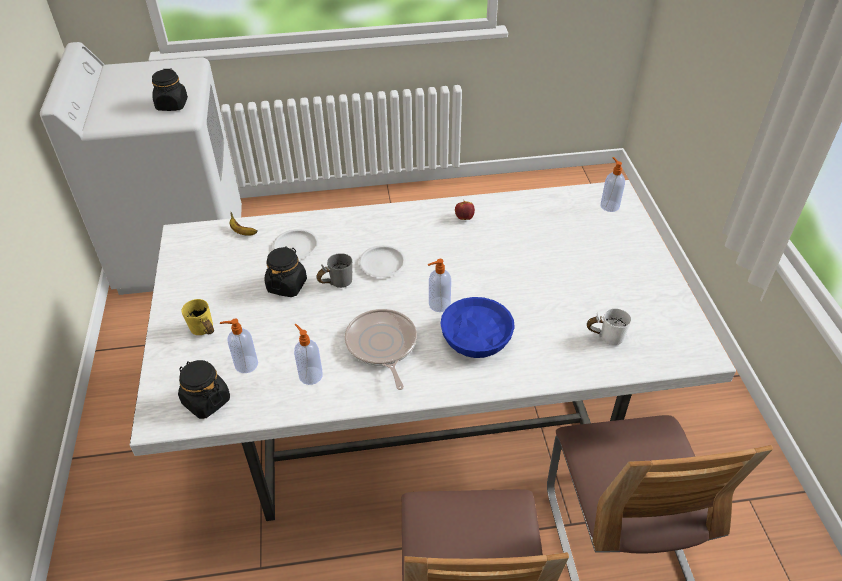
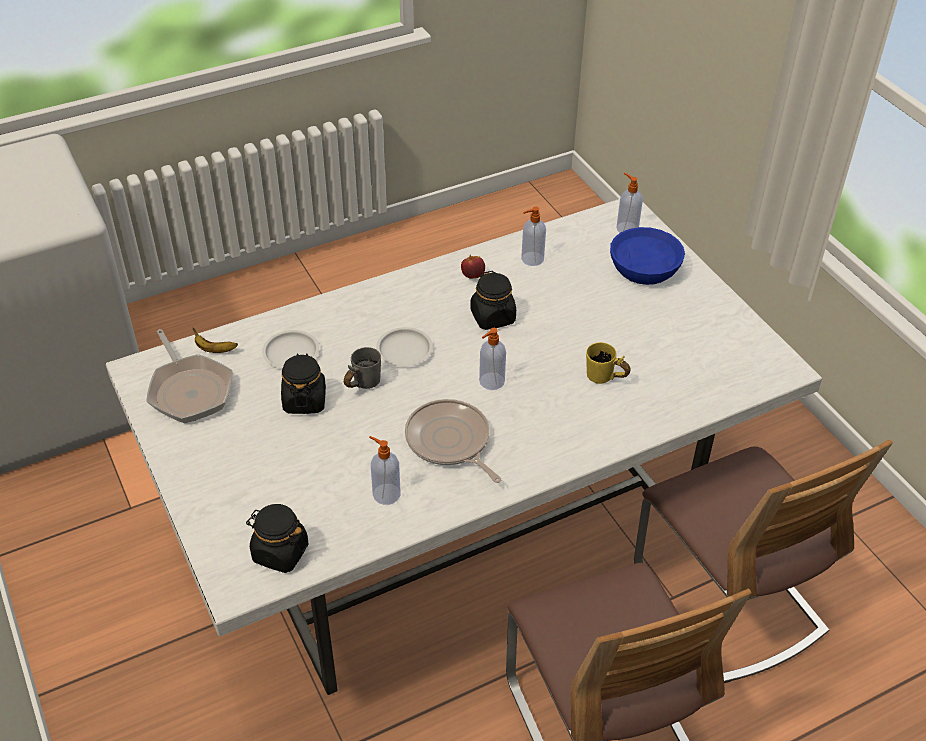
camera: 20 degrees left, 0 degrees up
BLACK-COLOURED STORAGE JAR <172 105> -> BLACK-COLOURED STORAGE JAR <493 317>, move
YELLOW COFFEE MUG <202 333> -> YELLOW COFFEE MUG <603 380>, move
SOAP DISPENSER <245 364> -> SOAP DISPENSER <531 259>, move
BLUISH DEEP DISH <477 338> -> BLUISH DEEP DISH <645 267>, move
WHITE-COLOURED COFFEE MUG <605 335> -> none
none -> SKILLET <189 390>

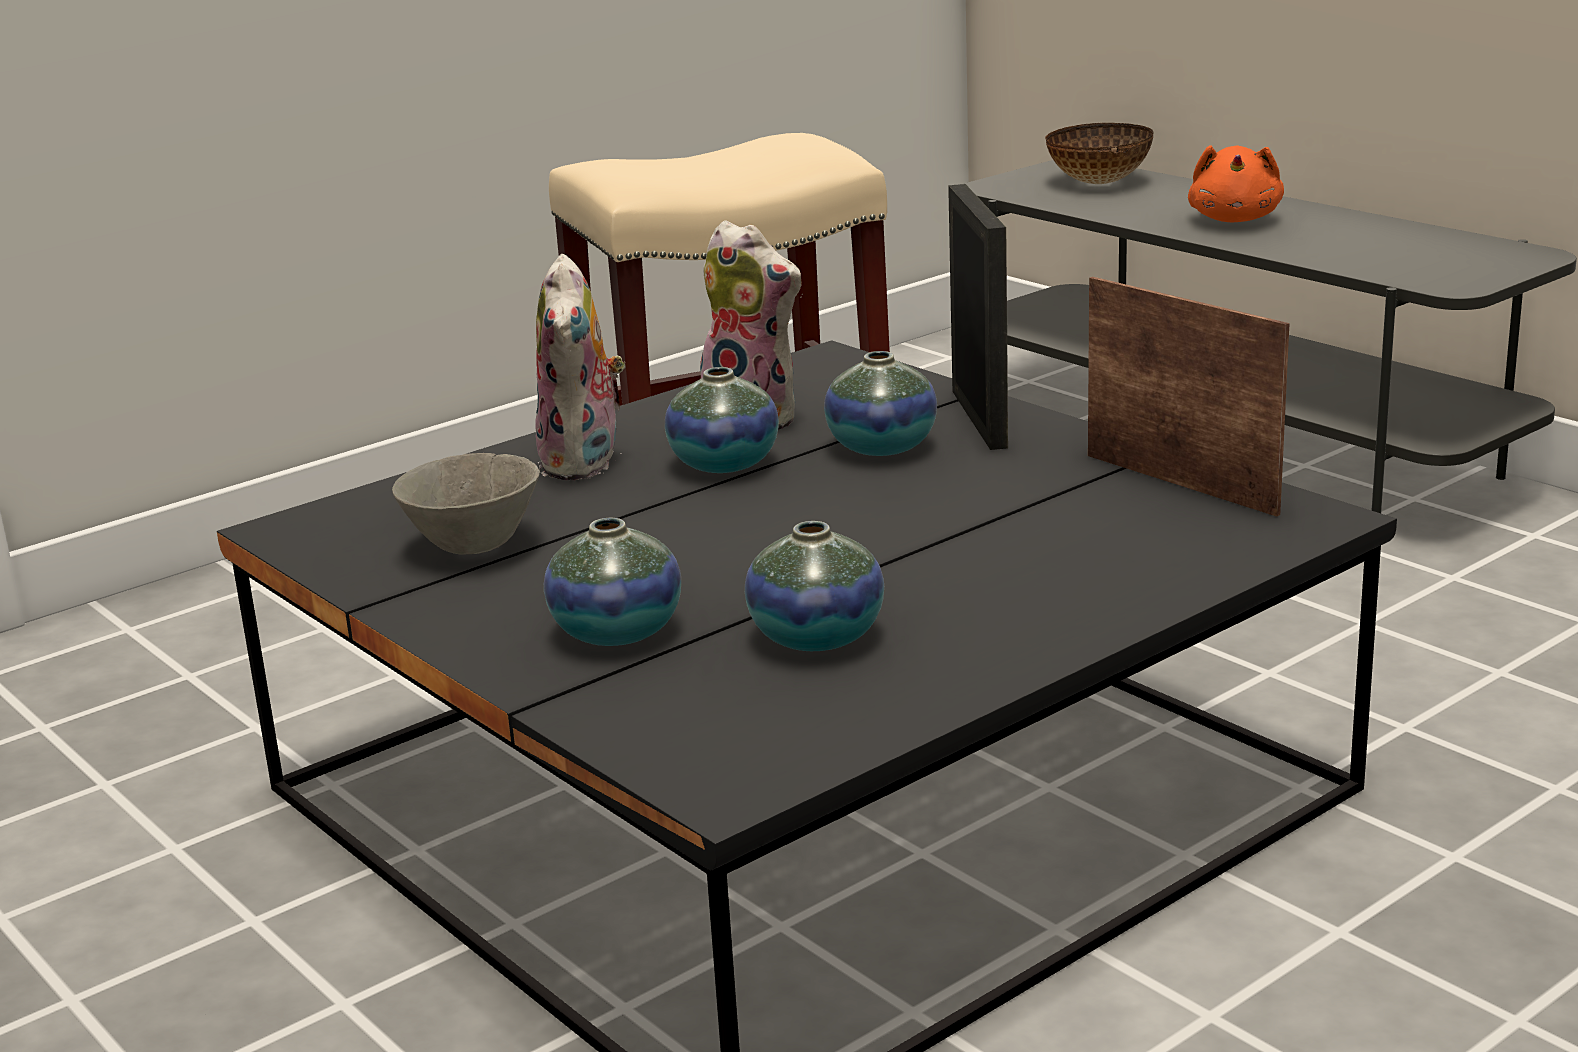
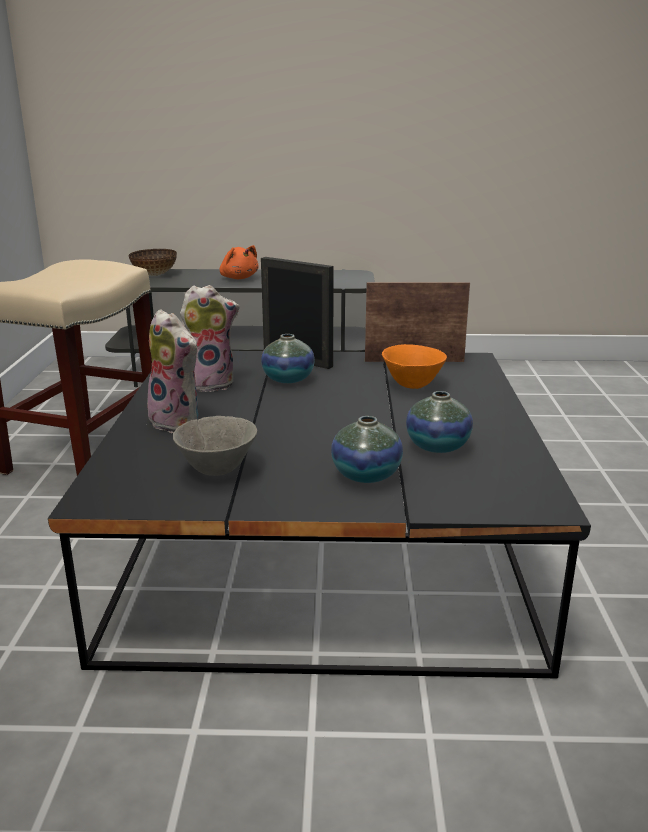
camera: 50 degrees left, 0 degrees up
VASE <724 464> -> none
none -> ORANGE-COLOURED DEEP DISH <413 385>

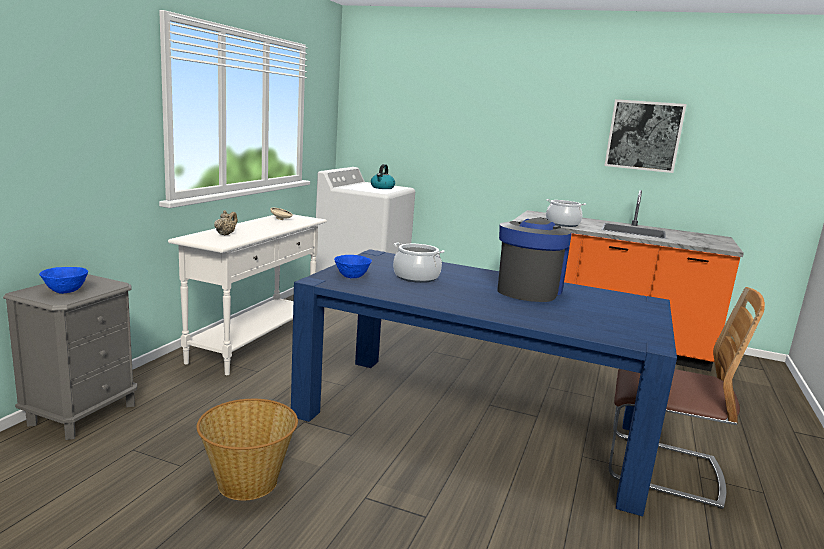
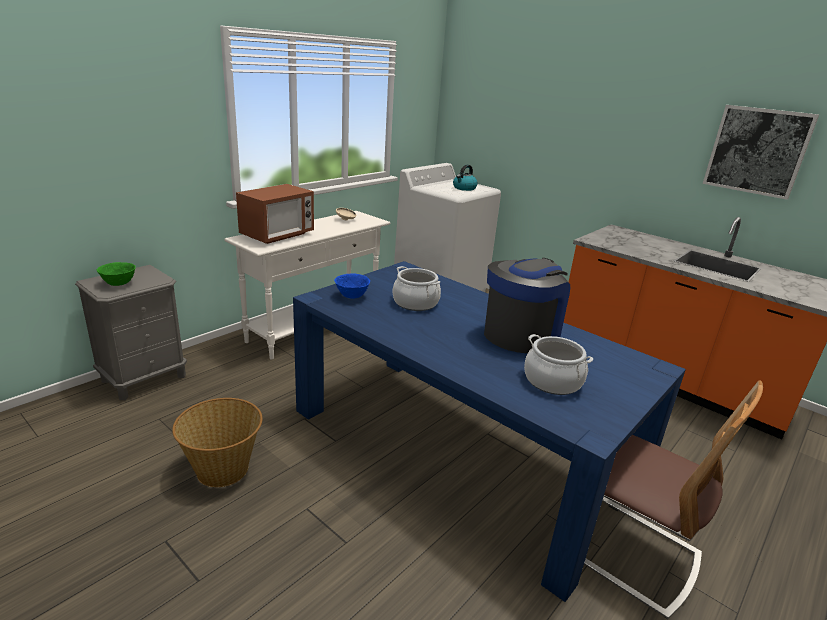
camera: 20 degrees right, 10 degrees up
BLUISH DEEP DISH <65 291> -> GREENISH DEEP DISH <119 283>
SAND-COLOURED POT FOR TEA <225 234> -> MICROWAVE <277 235>
COOKING POT <562 224> -> COOKING POT <552 381>, move

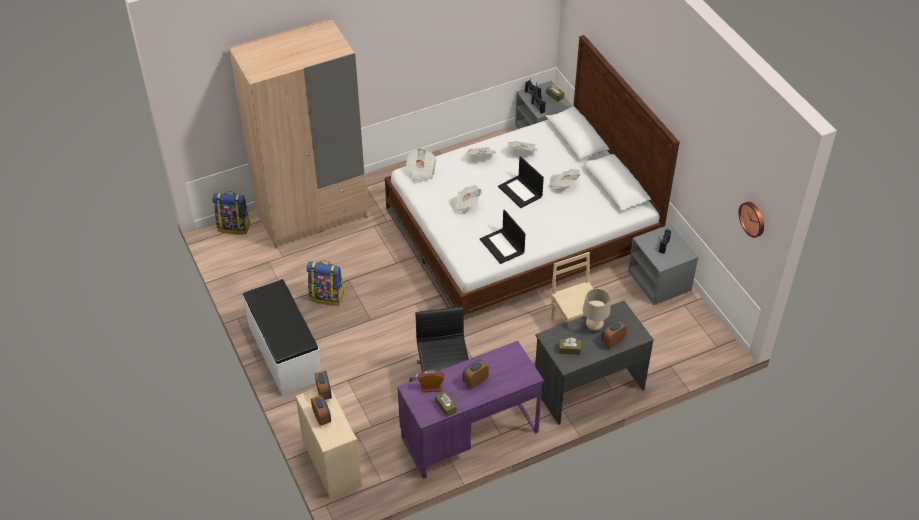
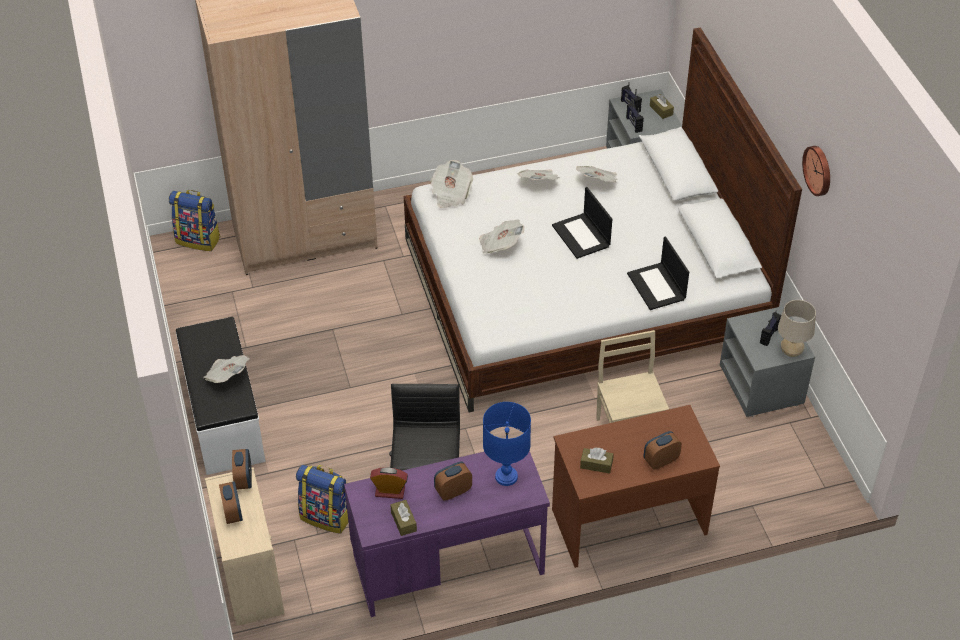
camera: 10 degrees right, 0 degrees up
RUCKSACK <327 296> -> RUCKSACK <327 516>, move
PORTABLE COMPUTER <502 246> -> PORTABLE COMPUTER <657 287>, move
GREY DESK TABLE <587 387> -> BROWN-COLOURED DESK TABLE <628 520>
NEWSPAPER <563 184> -> NEWSPAPER <227 376>, move
SAND-COLOURED TABLE LAMP <594 327> -> SAND-COLOURED TABLE LAMP <791 352>, move
HANGING CLOCK <753 219> -> HANGING CLOCK <819 170>, move
none -> BLUISH TABLE LAMP <506 477>

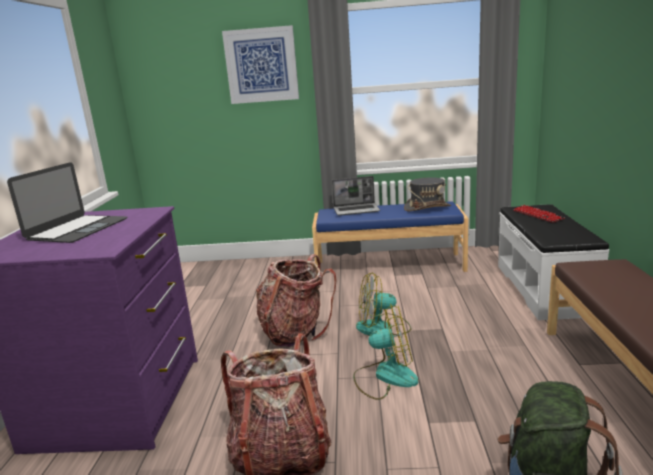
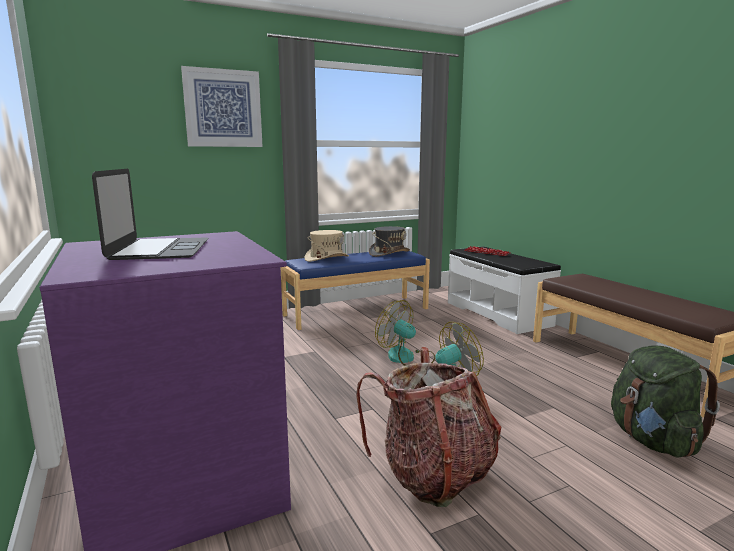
camera: 30 degrees left, 5 degrees down
RUCKSACK <294 331> -> none
PORTABLE COMPUTER <357 210> -> SAND-COLOURED WEARABLE HAT <326 258>
ELECTRIC FAN <383 328> -> ELECTRIC FAN <407 358>, 75 degrees clockwise

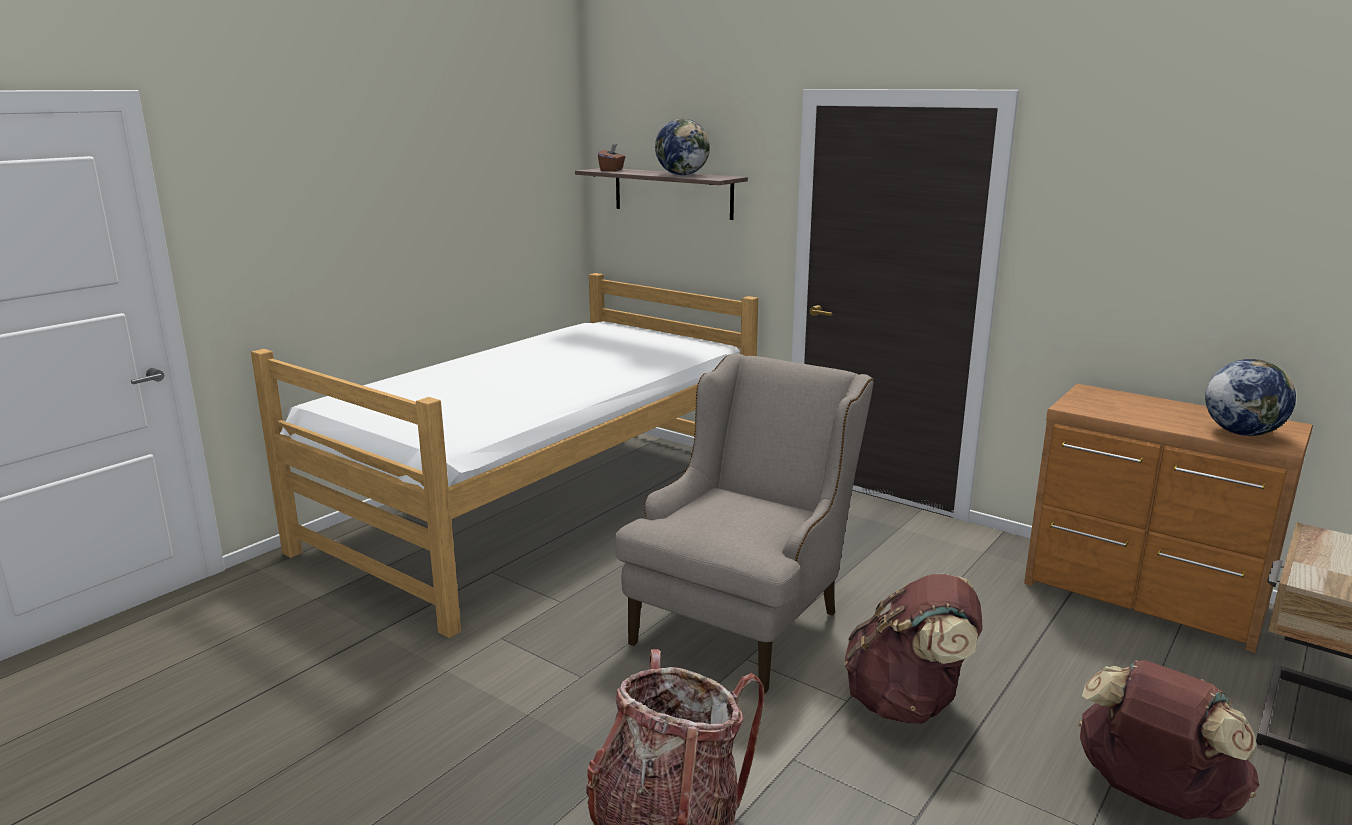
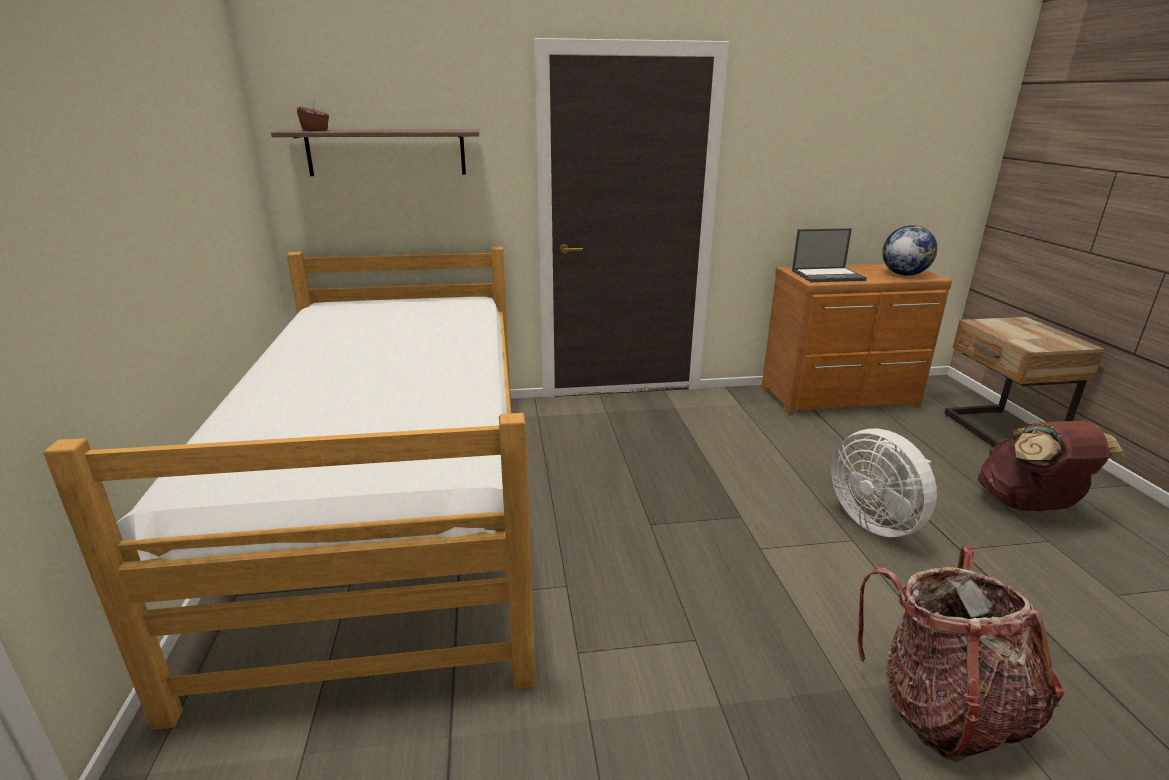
camera: 45 degrees left, 5 degrees up
SAND-COLOURED EASY CHAIR <746 617> -> none
WORLD GLOBE <682 175> -> none
BROWN-COLOURED RUCKSACK <908 703> -> WHITE-COLOURED ELECTRIC FAN <876 521>
none -> PORTABLE COMPUTER <828 275>

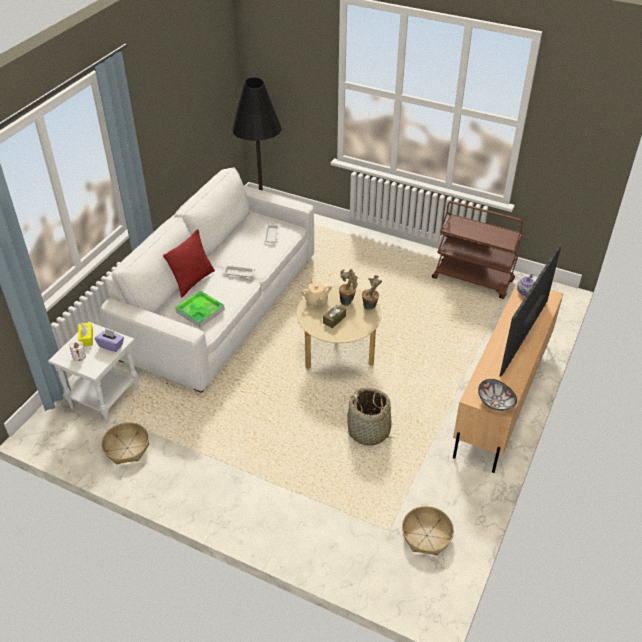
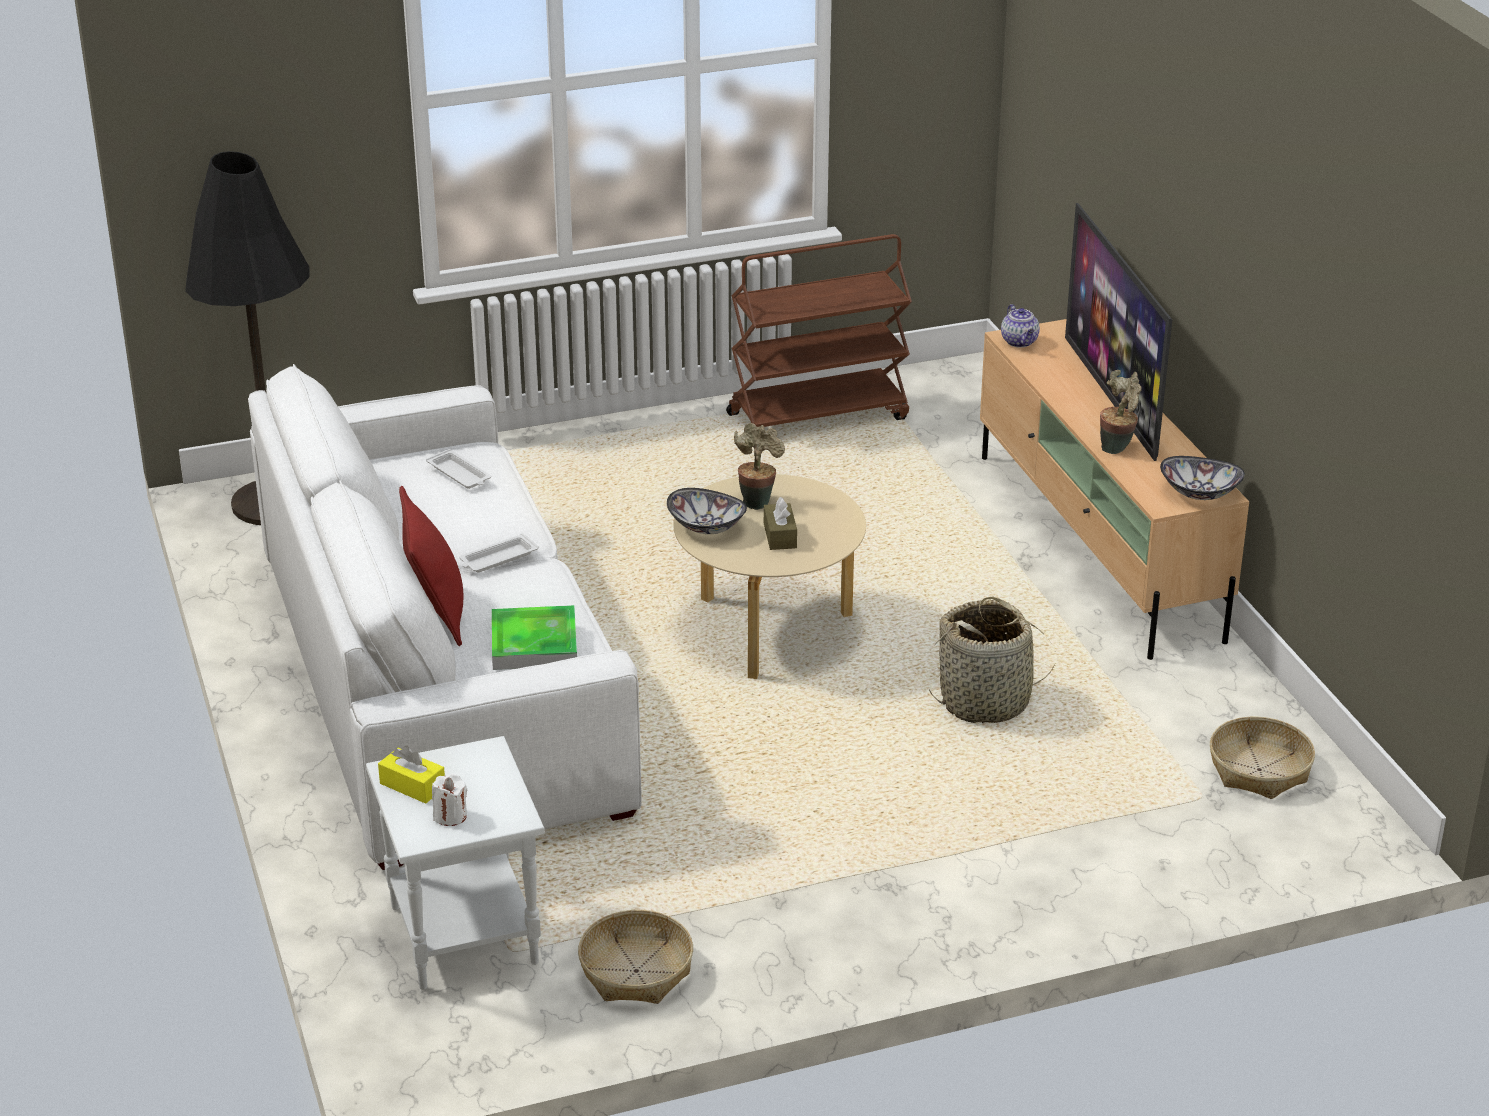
camera: 45 degrees left, 10 degrees down
PURPLE TISSUE HOLDER <111 345> -> none
SAND-COLOURED POT FOR TEA <316 301> -> DEEP DISH <706 527>
PLANT IN A POT <370 307> -> PLANT IN A POT <1117 447>, move

